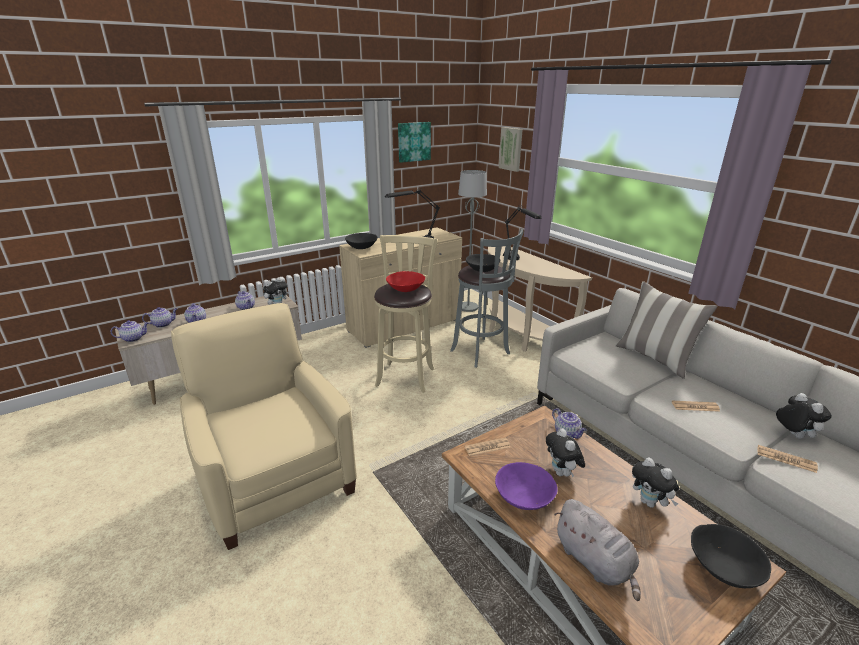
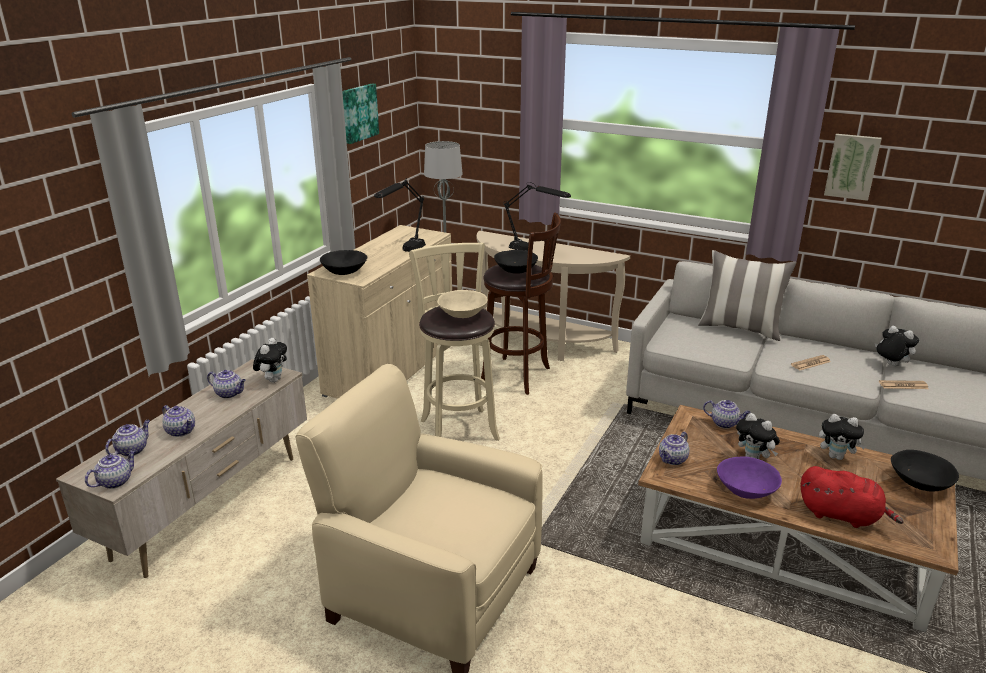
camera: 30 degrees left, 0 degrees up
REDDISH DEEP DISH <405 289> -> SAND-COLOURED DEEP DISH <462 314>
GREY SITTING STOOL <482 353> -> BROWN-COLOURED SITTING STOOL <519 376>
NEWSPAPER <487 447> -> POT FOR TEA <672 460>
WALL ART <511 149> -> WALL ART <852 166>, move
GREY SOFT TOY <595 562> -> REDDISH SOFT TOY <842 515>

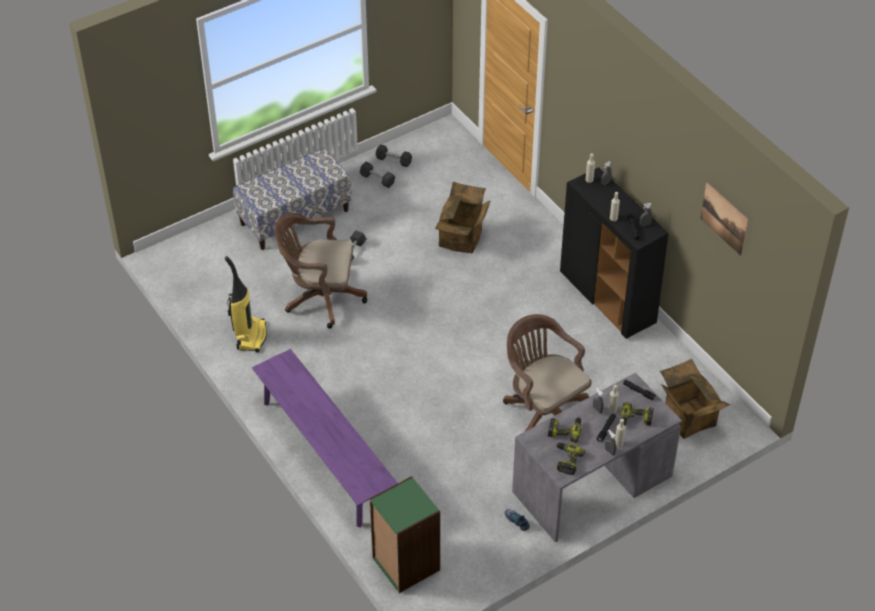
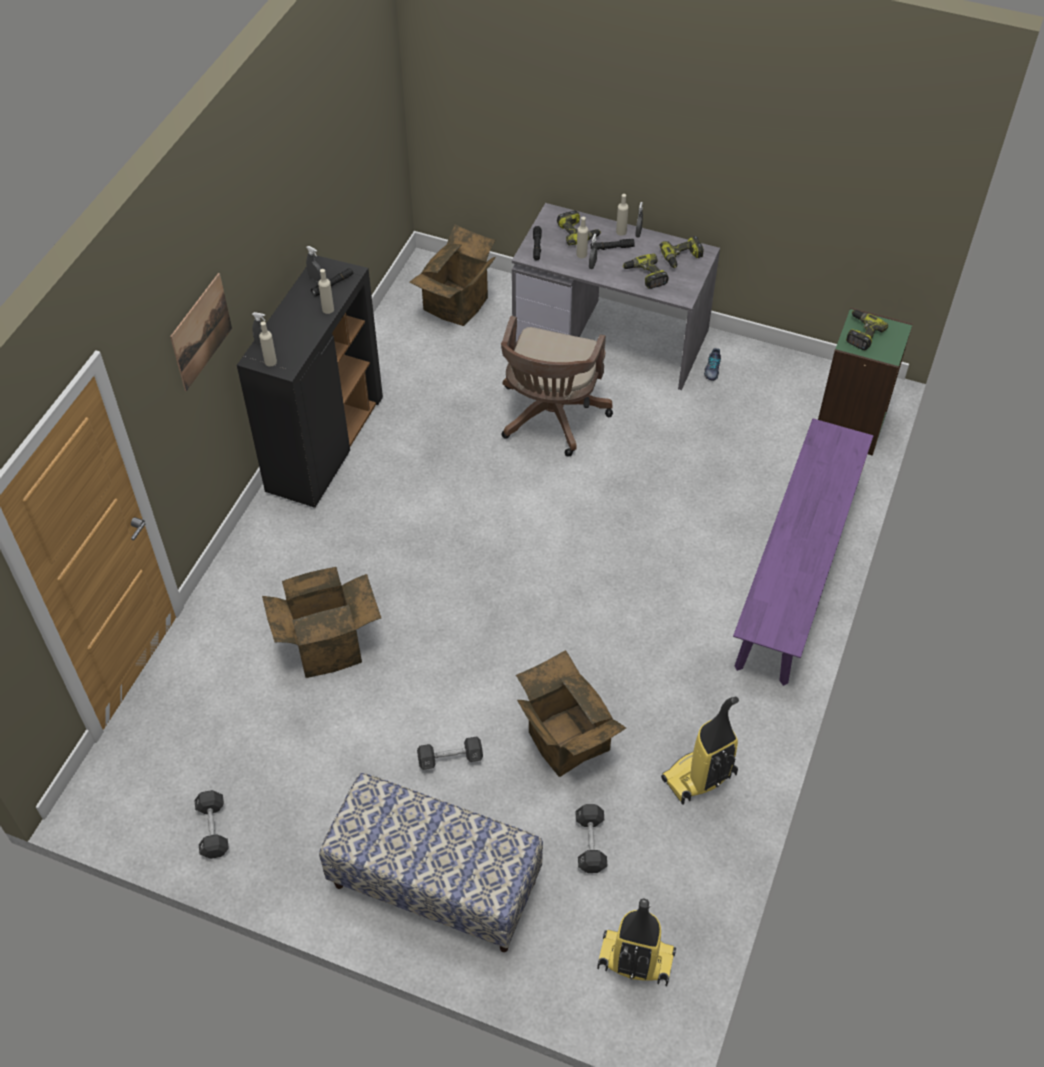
camera: 125 degrees left, 5 degrees up
BROWN-COLOURED COMPUTER CHAIR <320 297> -> CARTON <564 741>
BLACK-COLOURED HAND WEIGHT <377 179> -> BLACK-COLOURED HAND WEIGHT <590 843>, move
WALL ART <724 219> -> WALL ART <201 332>, move
none -> HOOVER <634 961>
none -> DRILL <861 333>

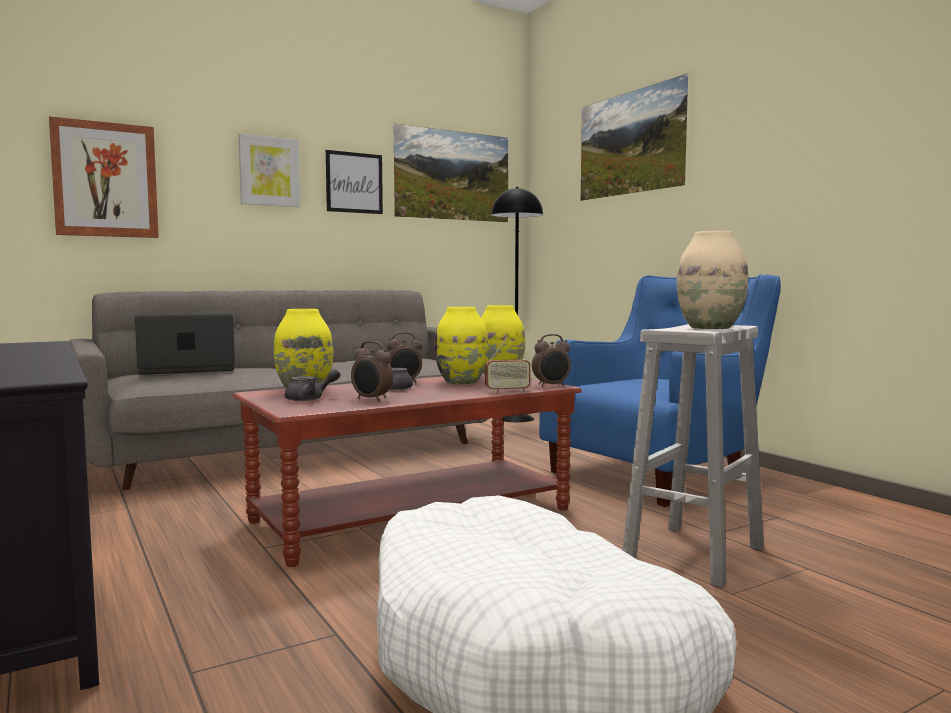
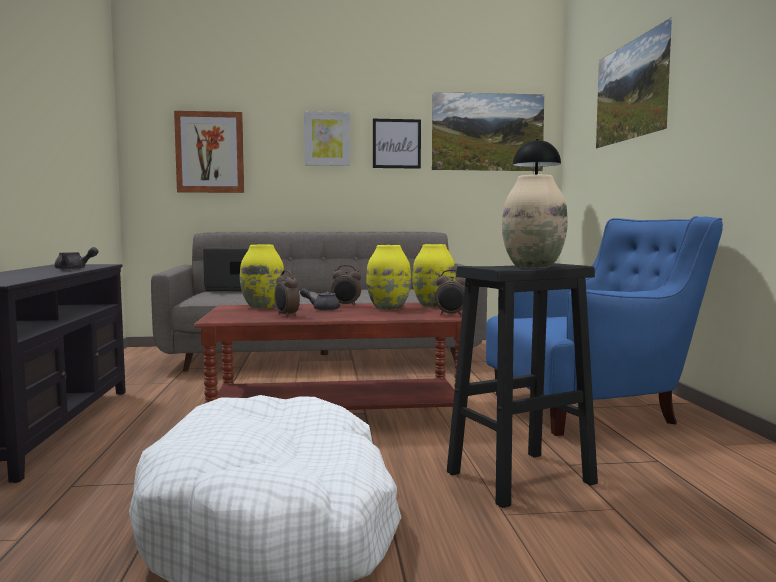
camera: 25 degrees right, 0 degrees up
GREY POT FOR TEA <310 399> -> GREY POT FOR TEA <74 269>, move
RADIO SET <507 391> -> none
WHITE-COLOURED SITTING STOOL <693 555> -> BLACK-COLOURED SITTING STOOL <518 478>

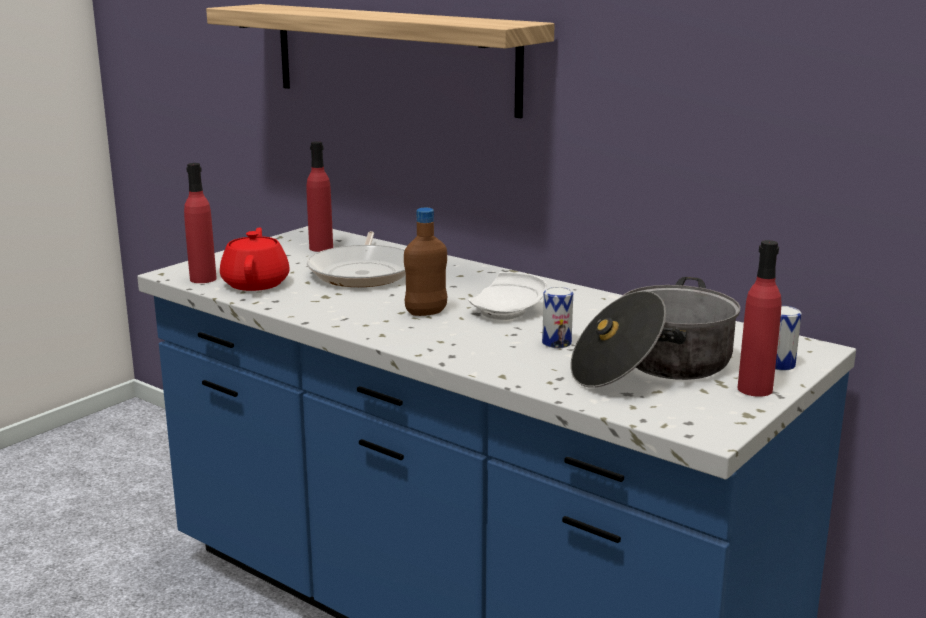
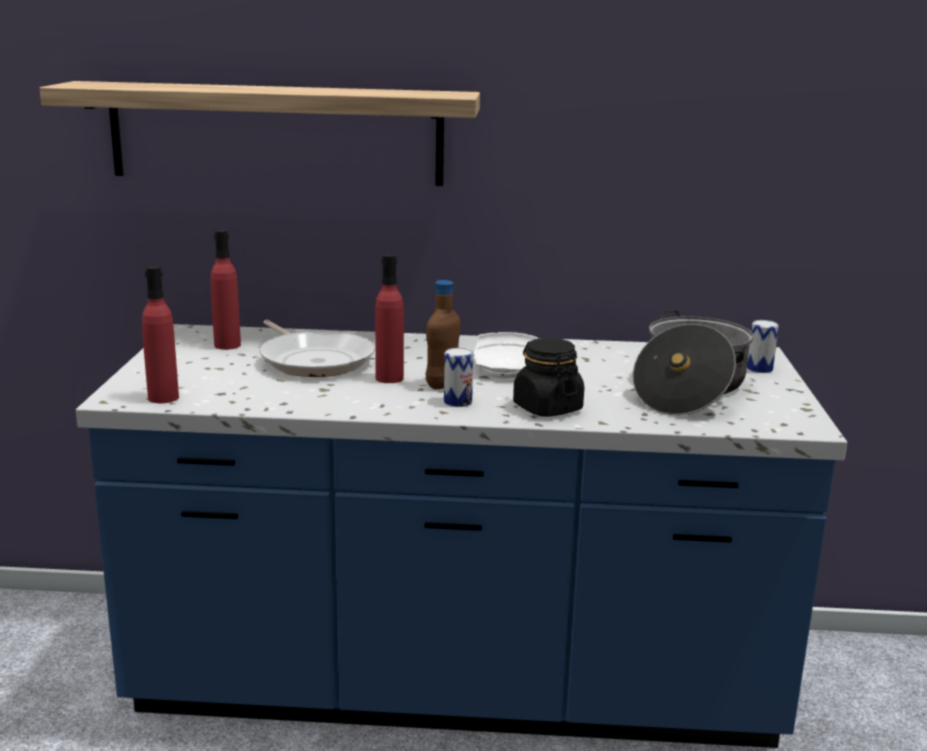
camera: 35 degrees left, 0 degrees up
REDDISH POT FOR TEA <256 283> -> none
SEALED CAN <556 343> -> SEALED CAN <457 402>, move
REDDISH BOTTLE <755 389> -> REDDISH BOTTLE <389 378>, move
none -> BLACK-COLOURED STORAGE JAR <547 408>

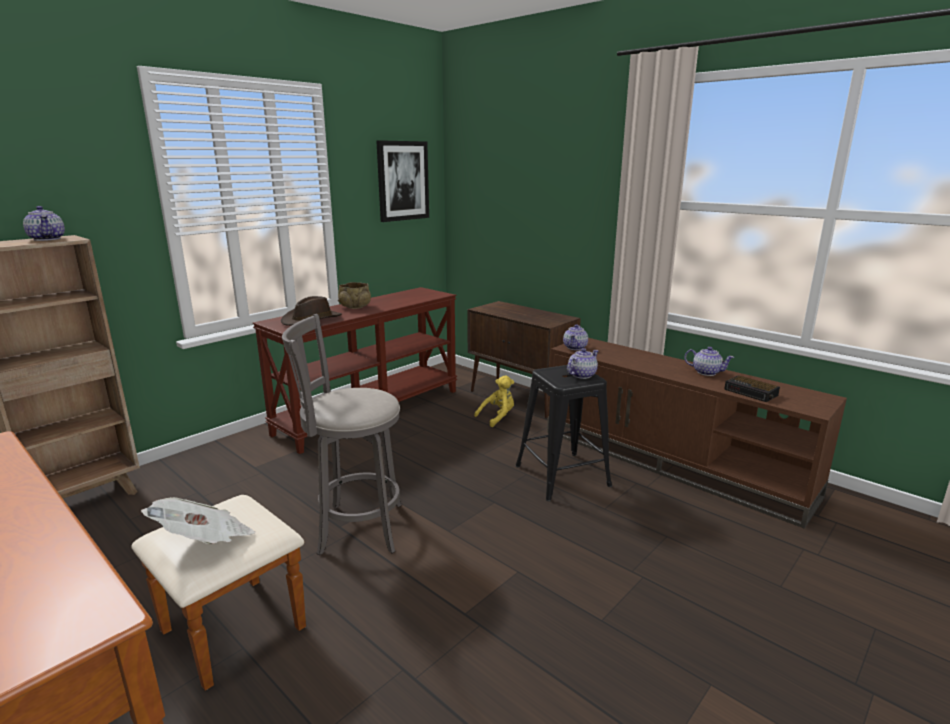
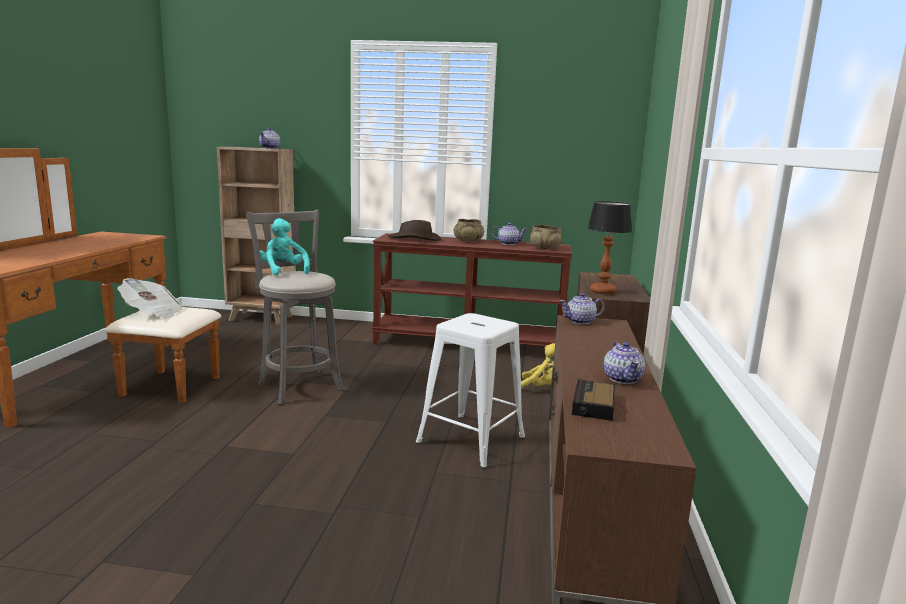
camera: 55 degrees right, 5 degrees down
WALL ART <402 181> -> none
BLACK-COLOURED SITTING STOOL <562 475> -> WHITE-COLOURED SITTING STOOL <471 440>
POT FOR TEA <581 375> -> POT FOR TEA <508 243>, move
none -> TURQUOISE SOFT TOY <283 271>
none -> SAND-COLOURED DEEP DISH <544 248>
none -> TABLE LAMP <602 291>

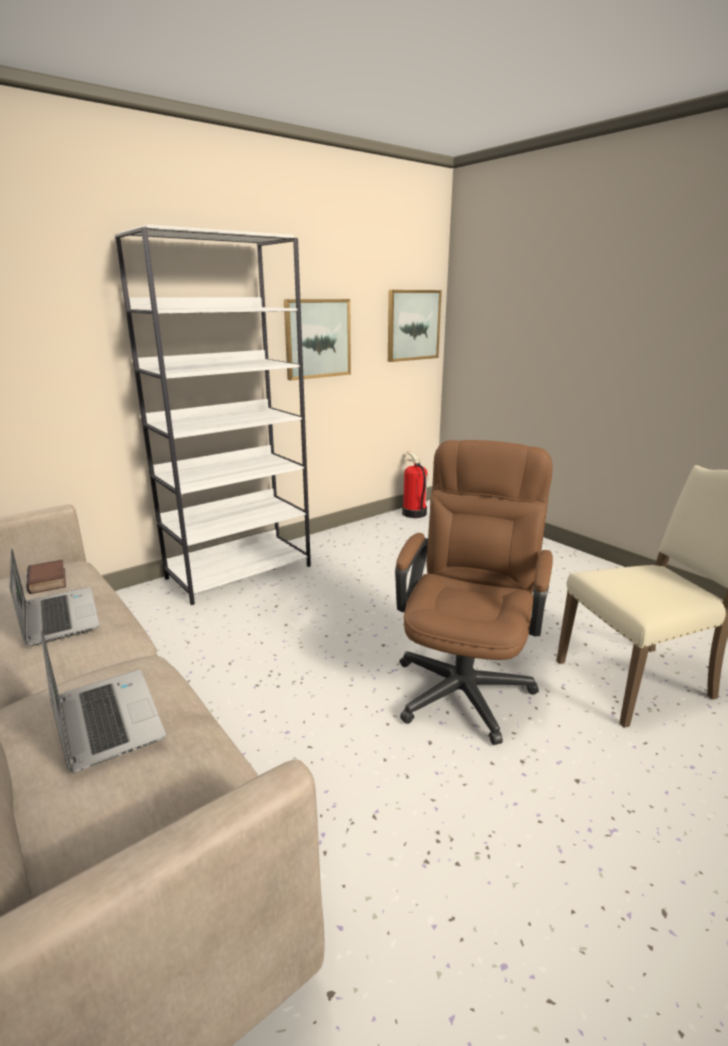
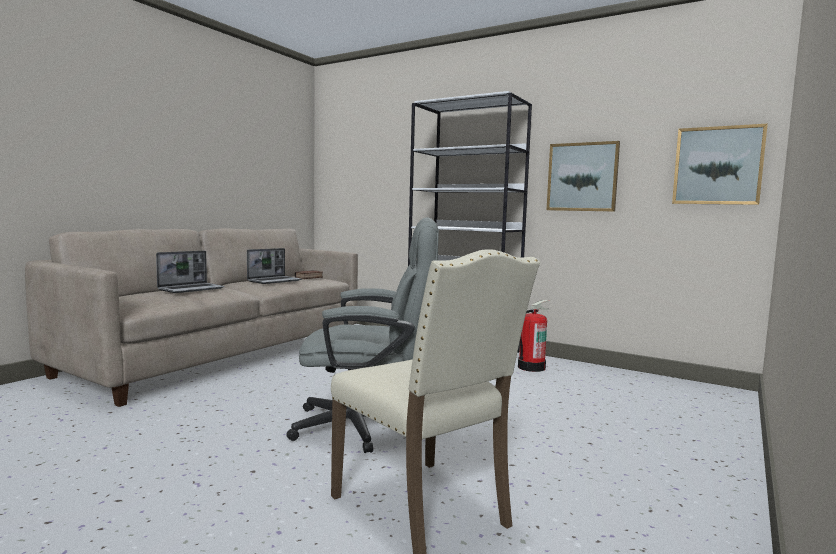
camera: 70 degrees right, 15 degrees down
BROWN-COLOURED COMPUTER CHAIR <466 681> -> GREY COMPUTER CHAIR <368 426>
EXTINGUISHER <413 513> -> EXTINGUISHER <531 367>, move

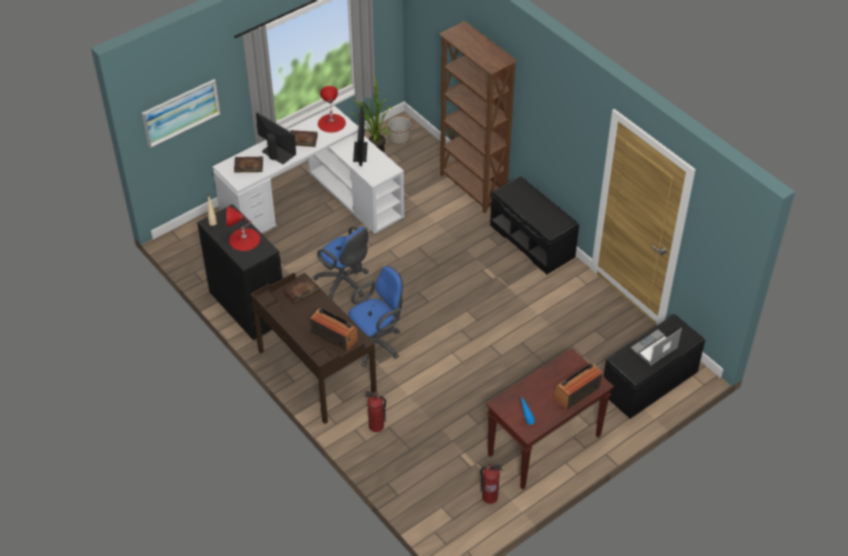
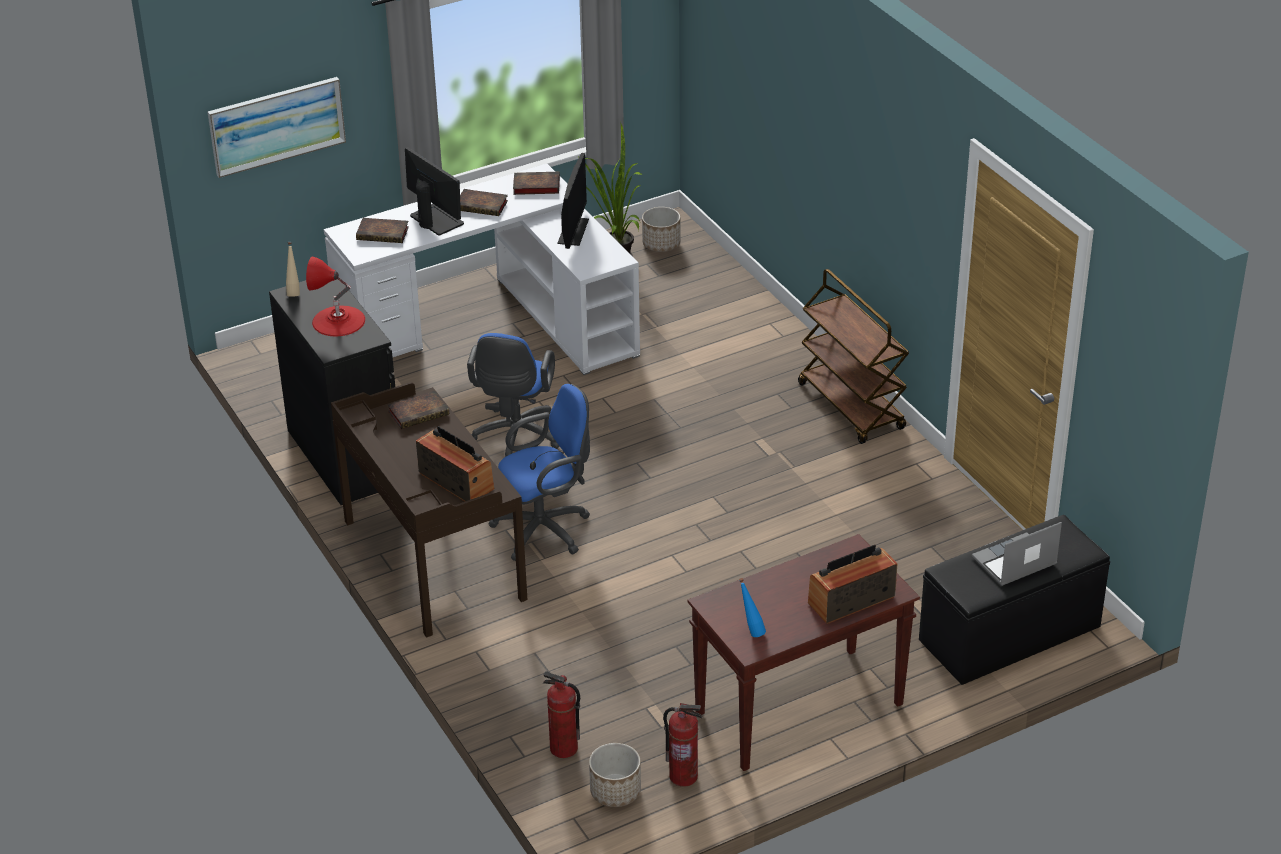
camera: 10 degrees right, 10 degrees down
BLUISH COMPUTER CHAIR <344 283> -> BLUISH COMPUTER CHAIR <515 439>, 45 degrees clockwise
REDDISH TABLE LAMP <331 123> -> VOLUME <535 186>
EXTINGUISHER <376 426> -> EXTINGUISHER <563 749>, move
BROWN-COLOURED SHELVING UNIT <473 188> -> none
BLACK-COLOURED BENCH <532 241> -> BROWN-COLOURED WHEELED CART <852 407>
none -> FLOWER POT <616 791>

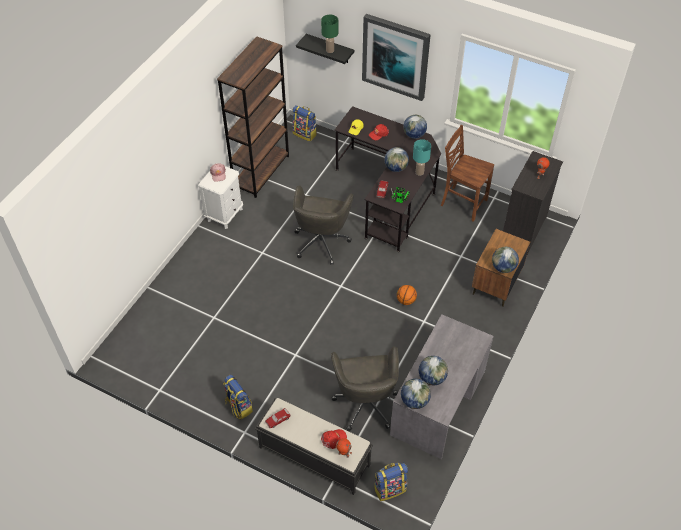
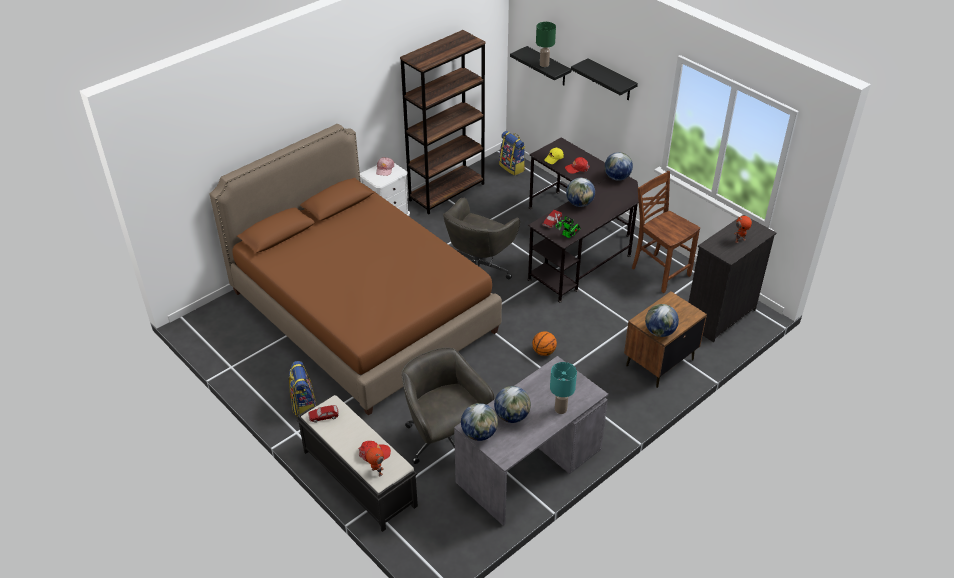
camera: 20 degrees right, 10 degrees down
GREY COMPUTER CHAIR <365 402> -> GREY COMPUTER CHAIR <445 441>, 135 degrees clockwise
WALL ART <396 56> -> BLACK-COLOURED SHELF <611 80>
RUCKSACK <390 488> -> none
TURQUOISE TABLE LAMP <419 172> -> TURQUOISE TABLE LAMP <560 409>, move
none -> BROWN-COLOURED BEDROOM BED <363 312>

